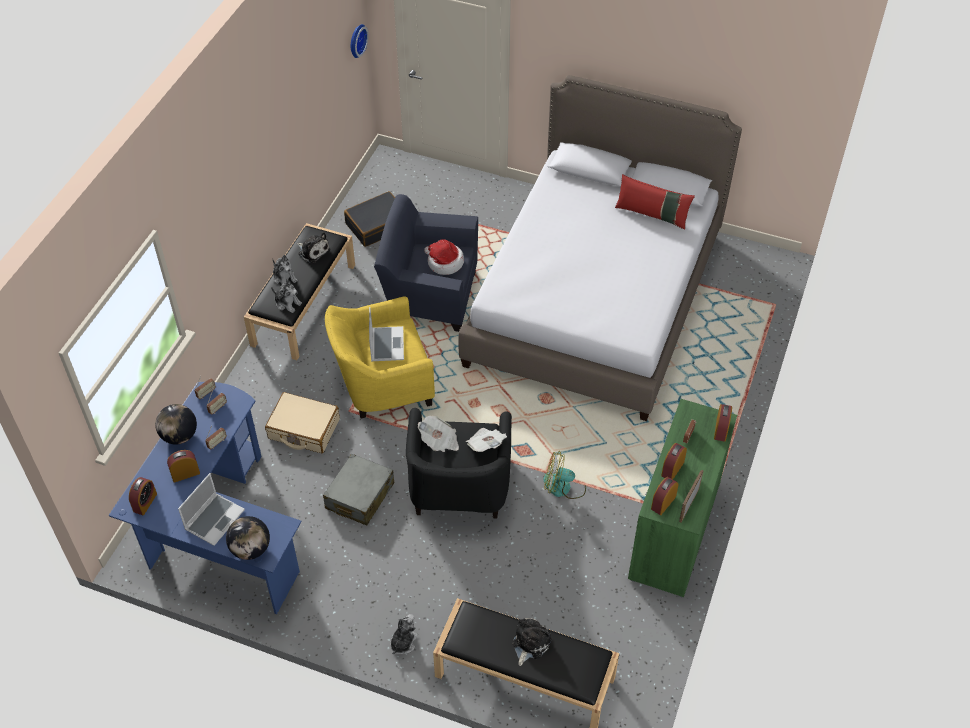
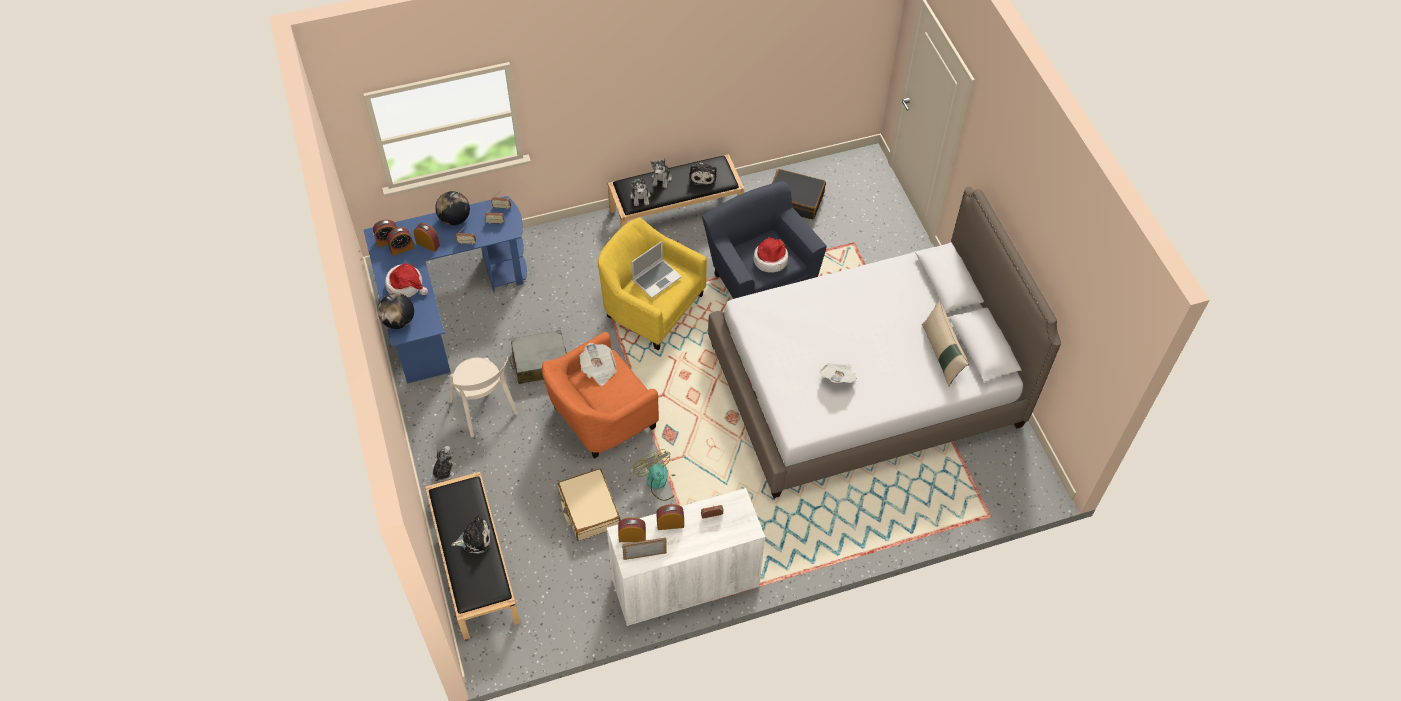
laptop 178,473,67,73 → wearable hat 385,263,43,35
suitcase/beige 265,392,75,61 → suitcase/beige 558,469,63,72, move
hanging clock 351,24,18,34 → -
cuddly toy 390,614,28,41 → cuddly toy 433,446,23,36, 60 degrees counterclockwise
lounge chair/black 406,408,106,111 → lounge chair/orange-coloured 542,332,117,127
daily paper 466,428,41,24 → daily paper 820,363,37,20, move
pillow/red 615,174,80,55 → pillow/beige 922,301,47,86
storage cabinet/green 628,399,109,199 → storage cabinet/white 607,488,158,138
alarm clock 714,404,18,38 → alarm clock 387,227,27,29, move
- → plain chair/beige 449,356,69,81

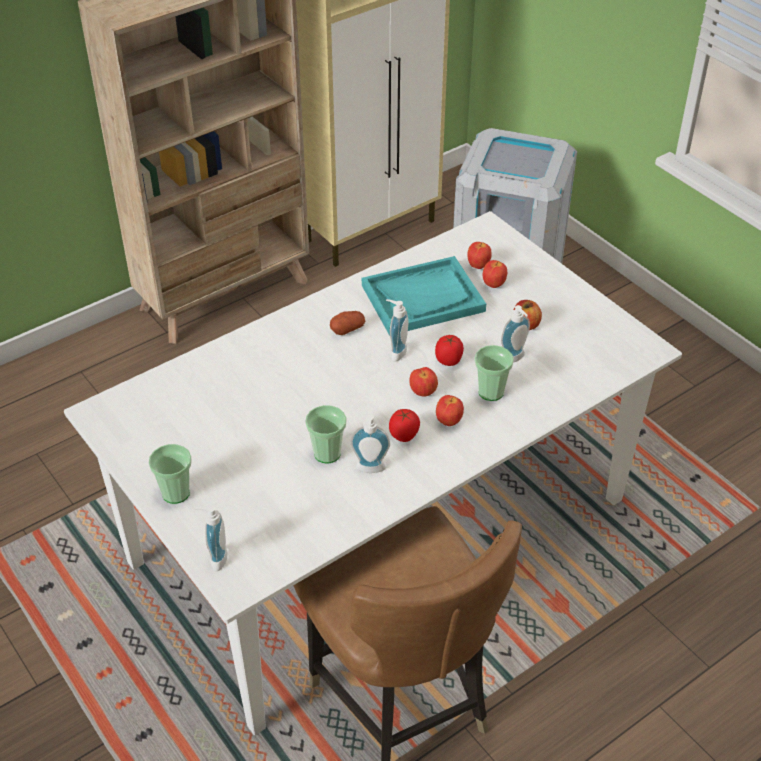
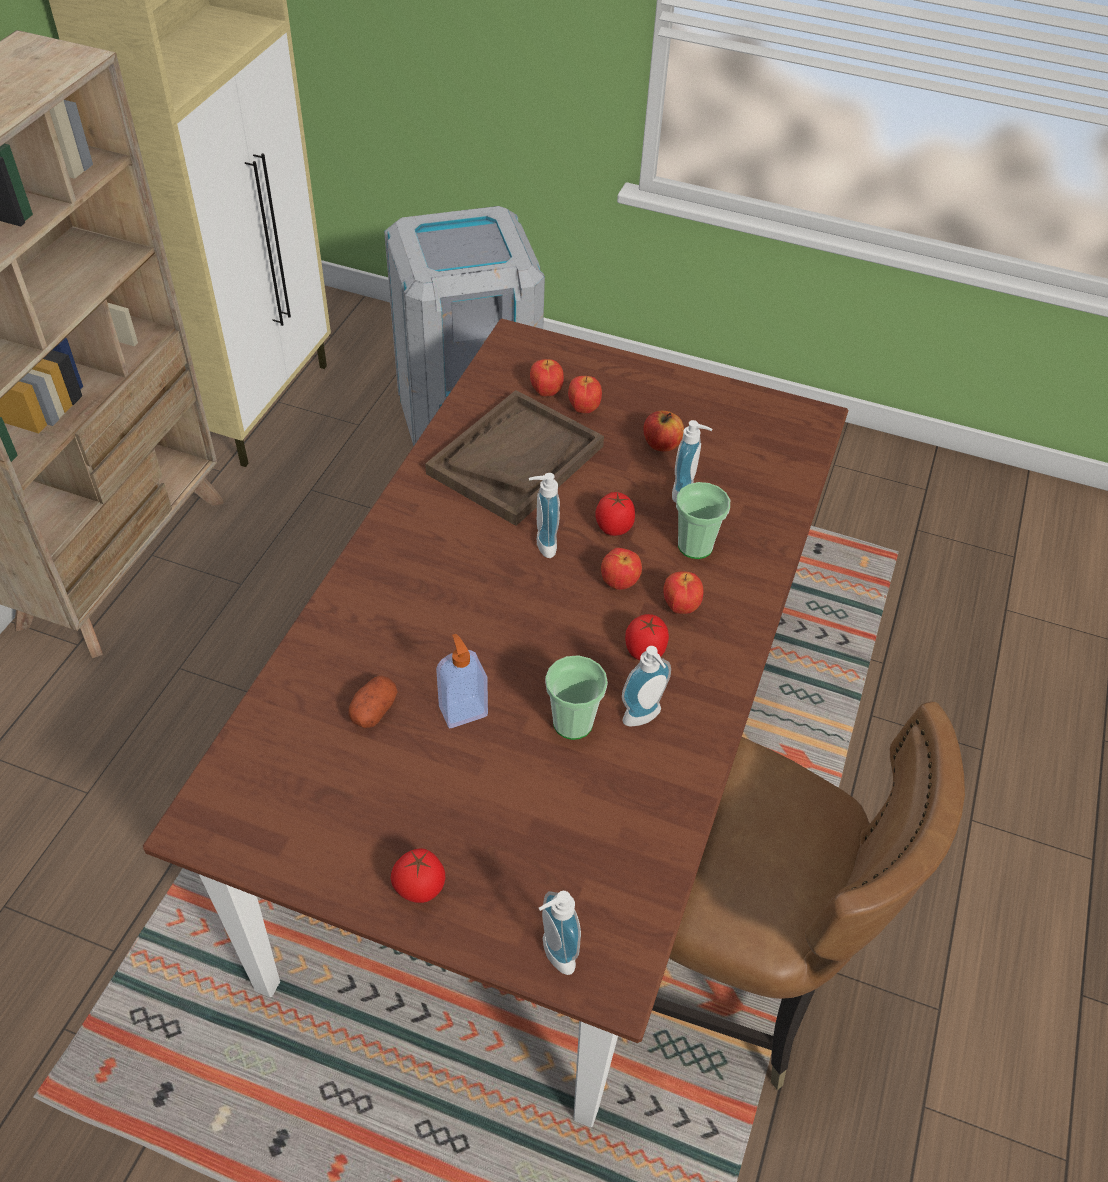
kitchen table/white 64,211,618,524 → kitchen table/brown-coloured 143,319,706,809
drinking cup 149,444,43,60 → fresh tomato 391,848,54,55
potato 330,311,35,24 → potato 348,675,50,53, move
serving tray/turquoise-coloured 362,256,124,80 → serving tray/brown-coloured 425,390,179,136
- → soap bottle 436,634,52,94

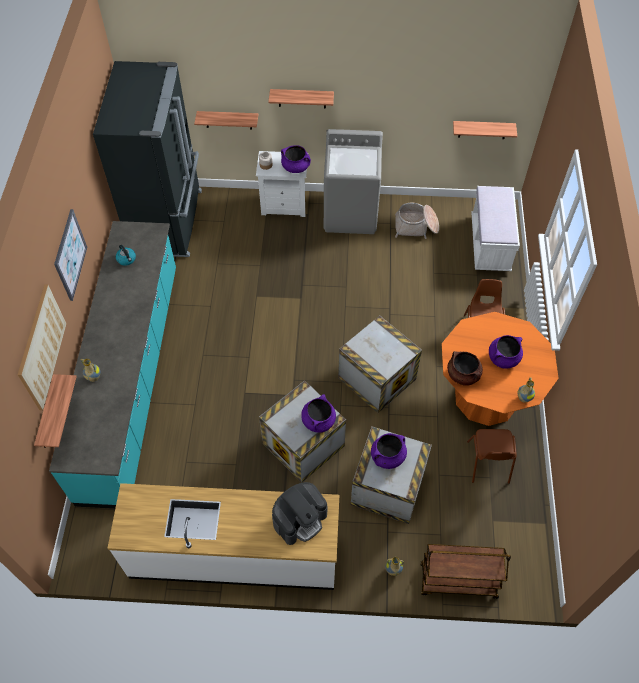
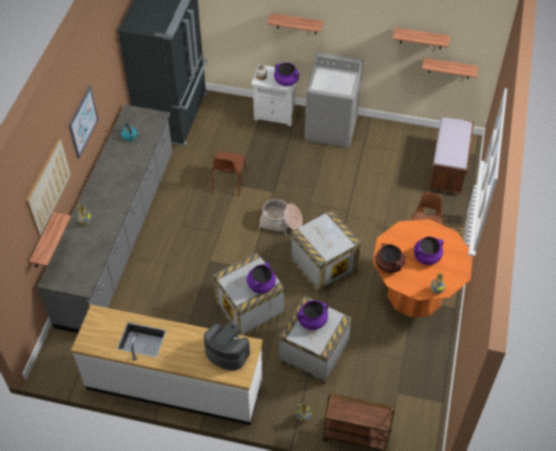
kitchen counter/turquoise-coloured 49,221,127,288 → kitchen counter/gray 37,105,136,228
wall shelf 194,111,64,18 → wall shelf 393,27,57,22, move
coffee maker 272,482,55,63 → coffee maker 204,323,46,48, 120 degrees counterclockwise
household basket 395,203,44,36 → household basket 258,199,45,36, move
plain chair/brown-coloured 467,429,49,55 → plain chair/brown-coloured 212,151,35,45, move
bench/white 471,186,49,85 → bench/brown-coloured 429,117,45,77

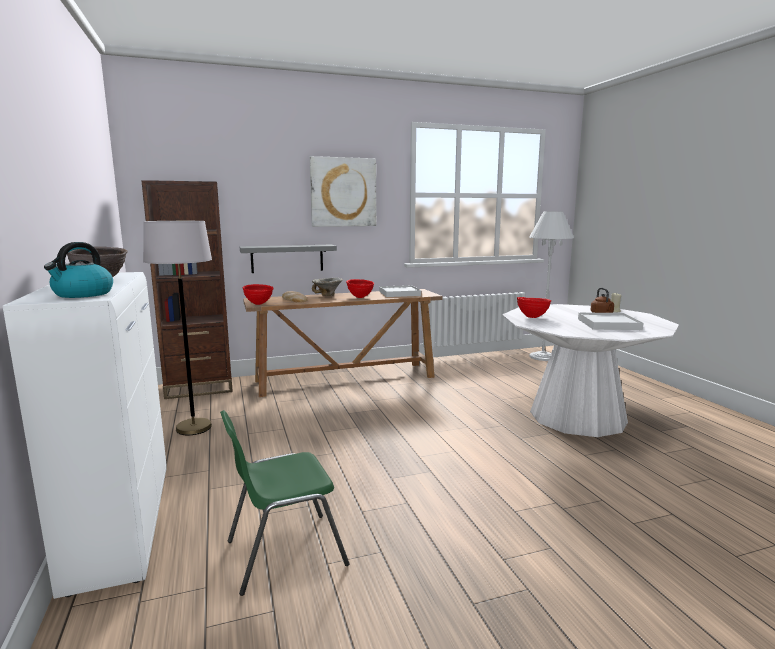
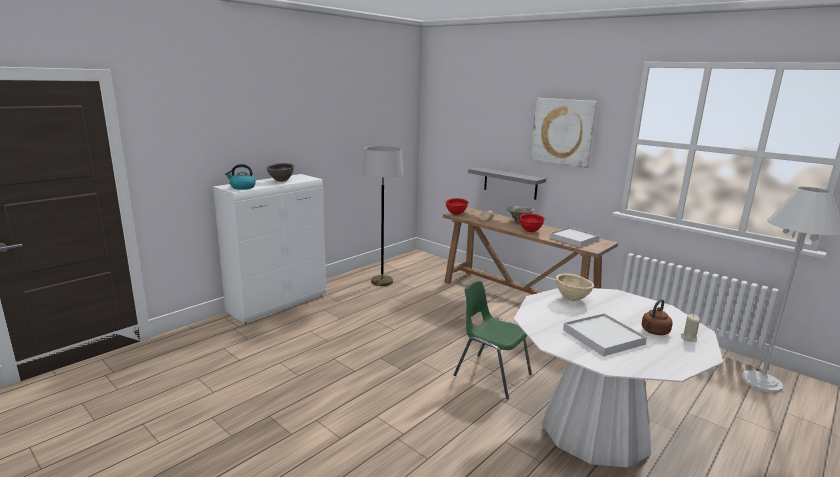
shelving unit/brown-coloured 141,180,92,219 → -
plain chair/green 220,410,129,186 → plain chair/green 454,281,78,118, move
bowl/red 517,297,34,21 → bowl/beige 556,273,38,28

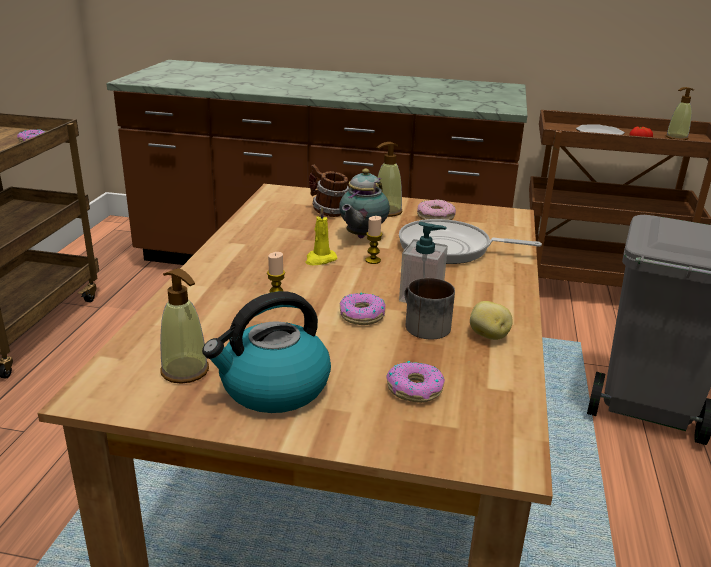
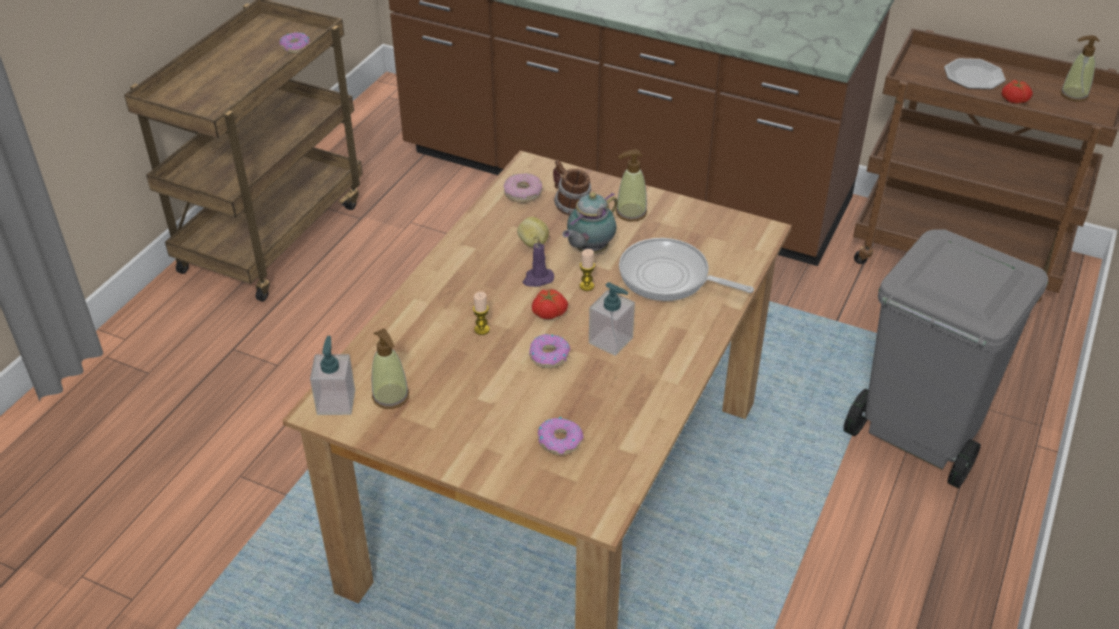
kettle 202,291,129,122 → -
wax light/yellowish 305,207,32,58 → wax light/purple-coloured 523,237,31,50
mug 404,278,51,62 → -
doughnut 417,200,39,20 → doughnut 503,173,39,30, move
potato 470,301,43,39 → potato 517,217,32,30, move
- → soap bottle 310,336,45,79
- → fresh tomato 532,289,36,30

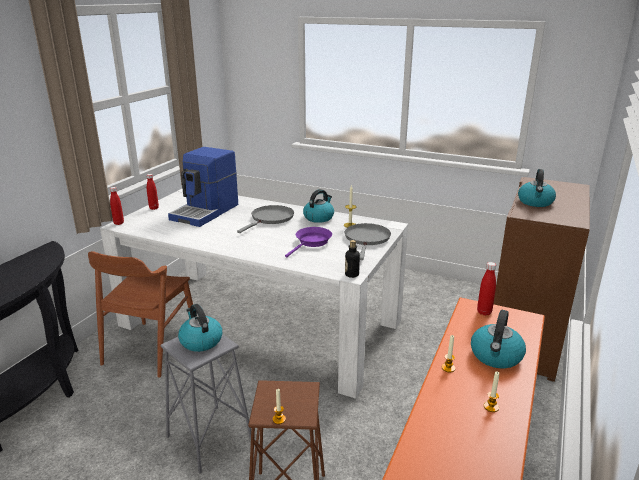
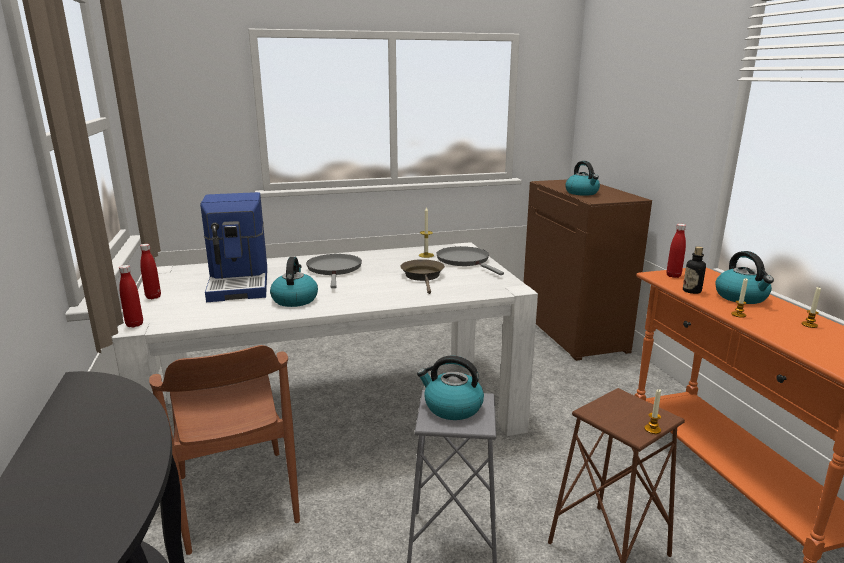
skillet/purple-coloured 285,227,47,31 → skillet/brown-coloured 400,259,45,35
kettle 303,189,31,34 → kettle 270,257,48,50, move
drink bottle 345,240,15,38 → drink bottle 683,246,23,48, move

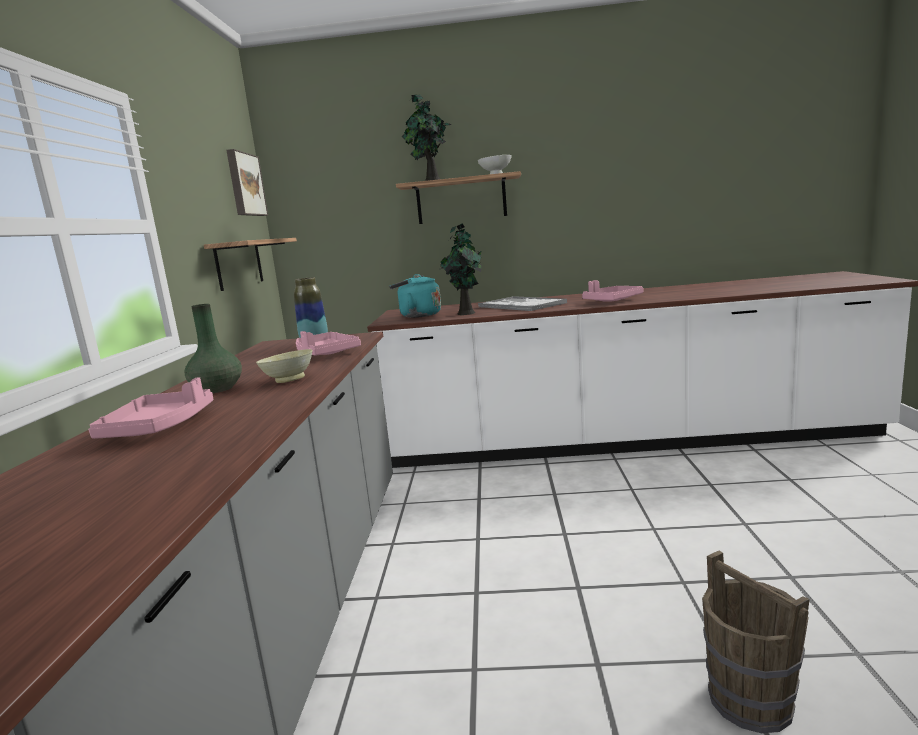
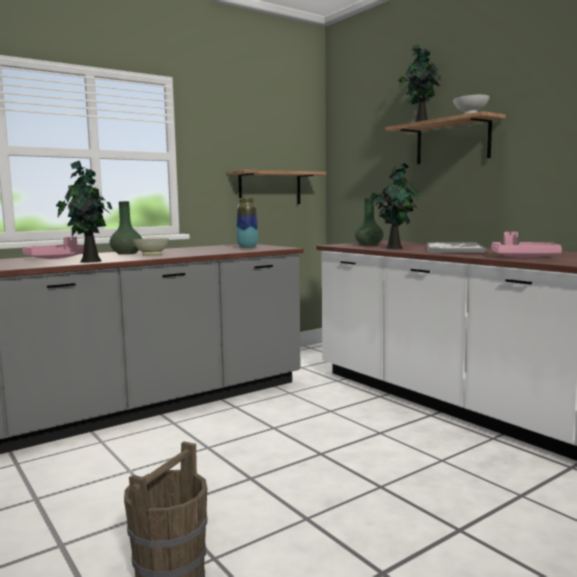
wall picture 226,149,42,67 → -
serving tray/pink-coloured 296,331,65,25 → -
kettle/turquoise-coloured 389,274,52,44 → vase/green 355,198,28,48
- → houseplant 56,161,56,102

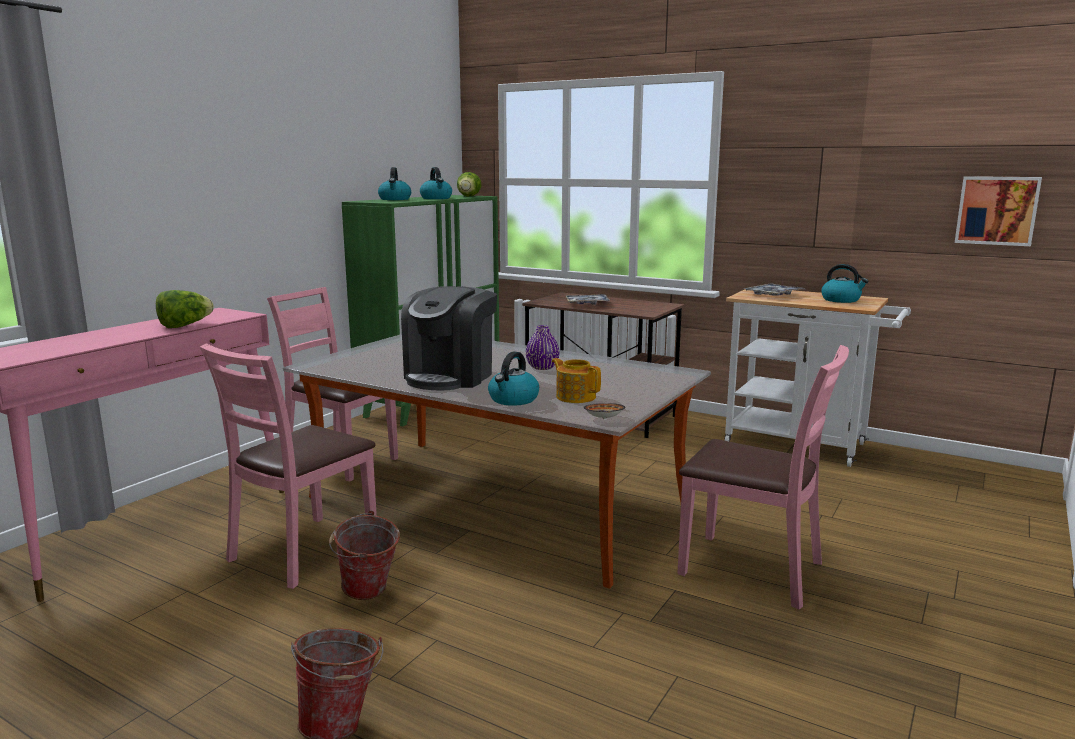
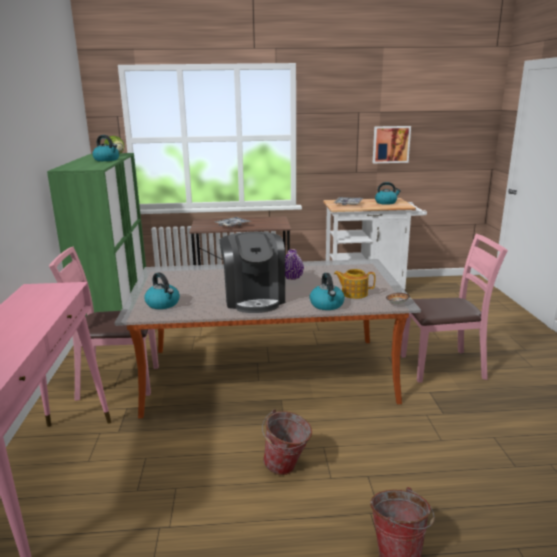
lettuce 156,290,58,38 → -
plain chair/pink-coloured 200,343,177,246 → -
kettle 378,167,33,33 → kettle 144,272,36,37, move
wall picture 955,176,87,70 → wall picture 373,126,38,37, move

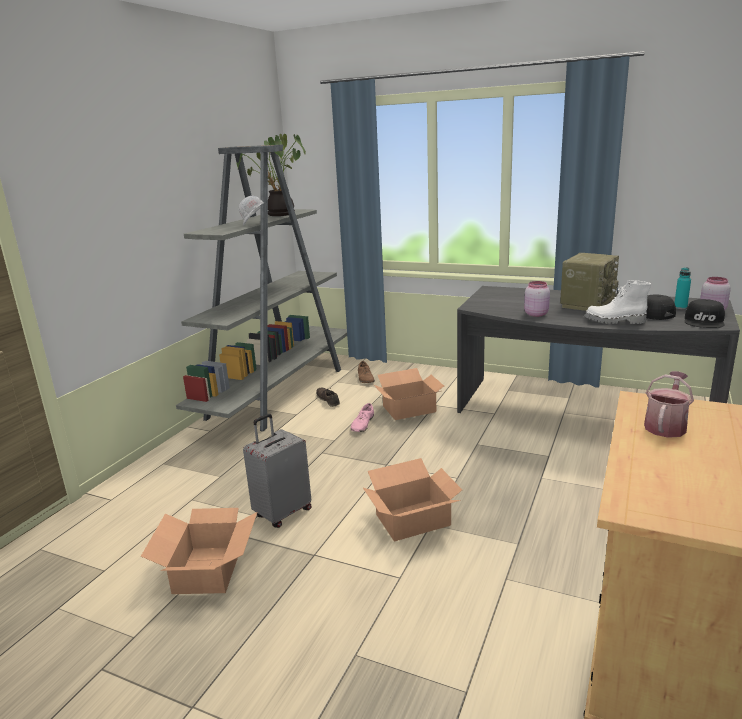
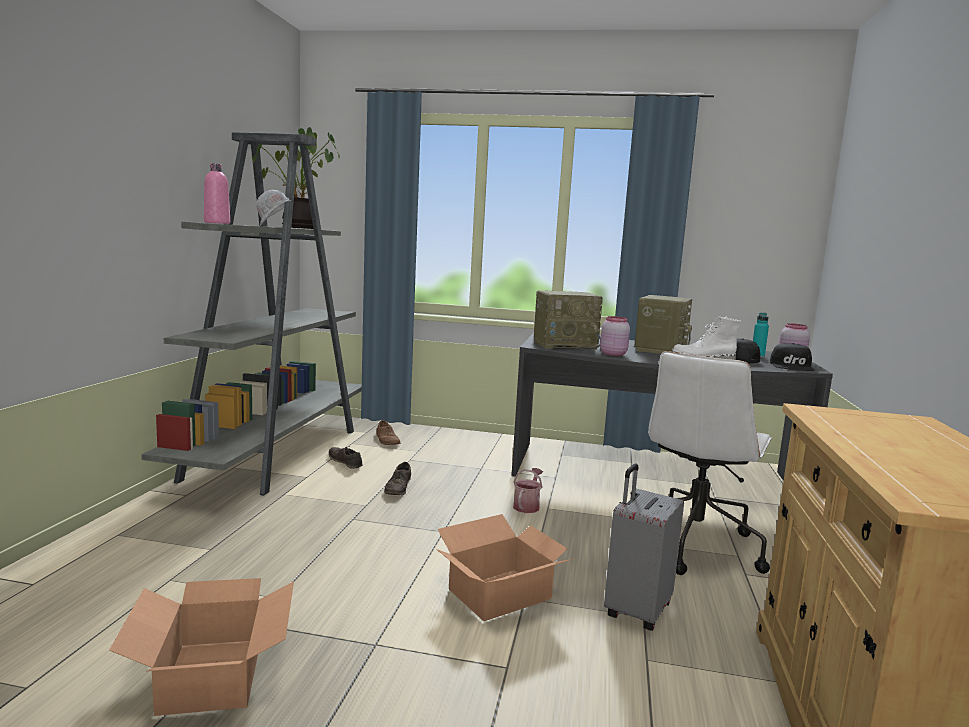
suitcase/gray 243,414,69,114 → suitcase/gray 604,463,80,168, move
low shoe/pink-coloured 351,403,23,29 → low shoe/brown-coloured 384,462,27,33
packing box 374,368,70,52 → -
watering pot 644,371,50,67 → watering pot 513,468,30,45, move
- → drink bottle/pink-coloured 204,163,26,61
- → radio receiver 534,290,69,60
- → computer chair/white 648,351,124,224

